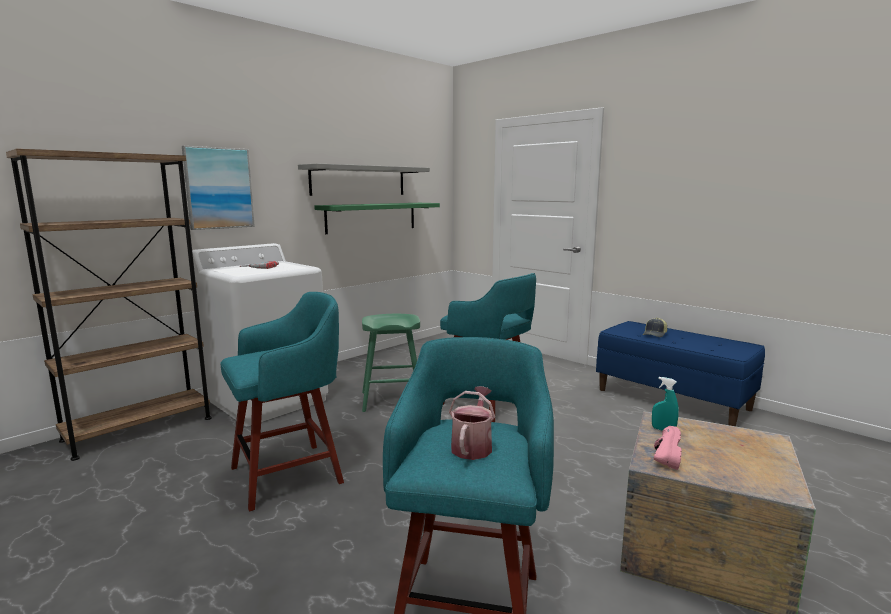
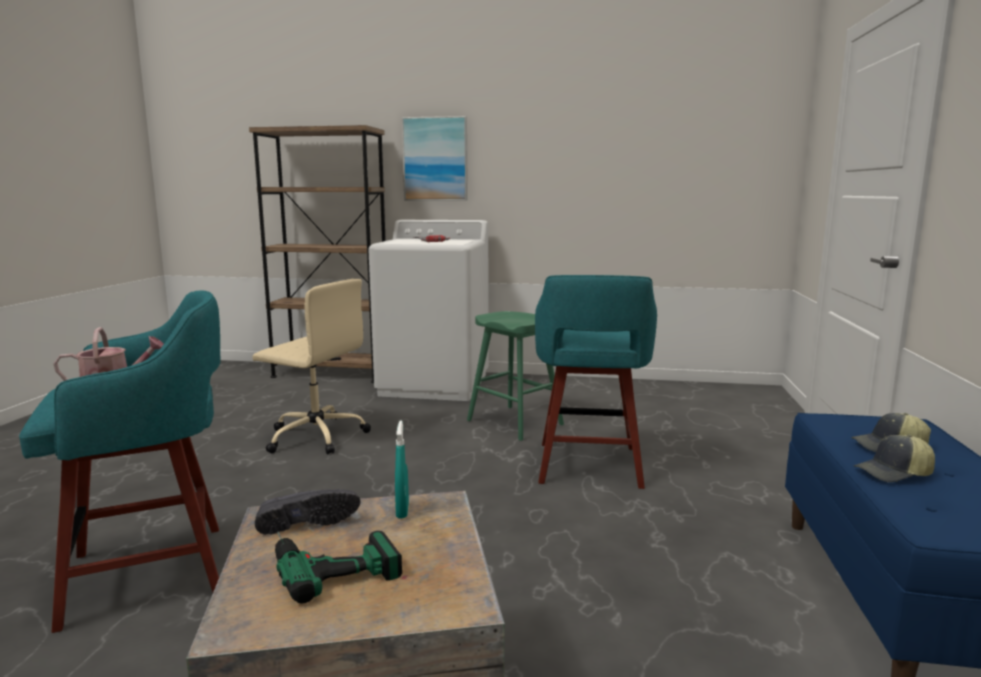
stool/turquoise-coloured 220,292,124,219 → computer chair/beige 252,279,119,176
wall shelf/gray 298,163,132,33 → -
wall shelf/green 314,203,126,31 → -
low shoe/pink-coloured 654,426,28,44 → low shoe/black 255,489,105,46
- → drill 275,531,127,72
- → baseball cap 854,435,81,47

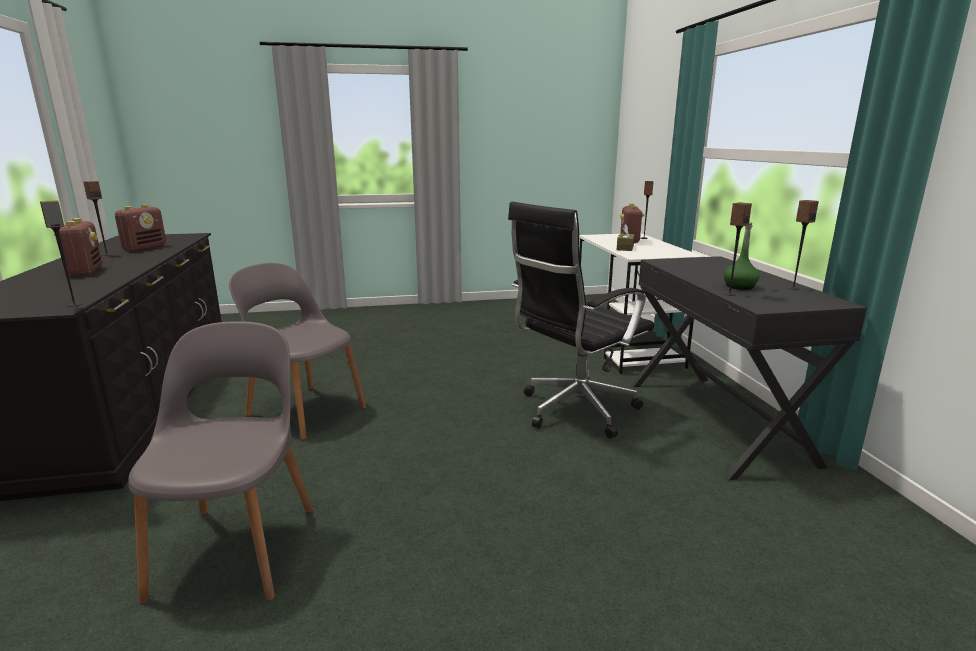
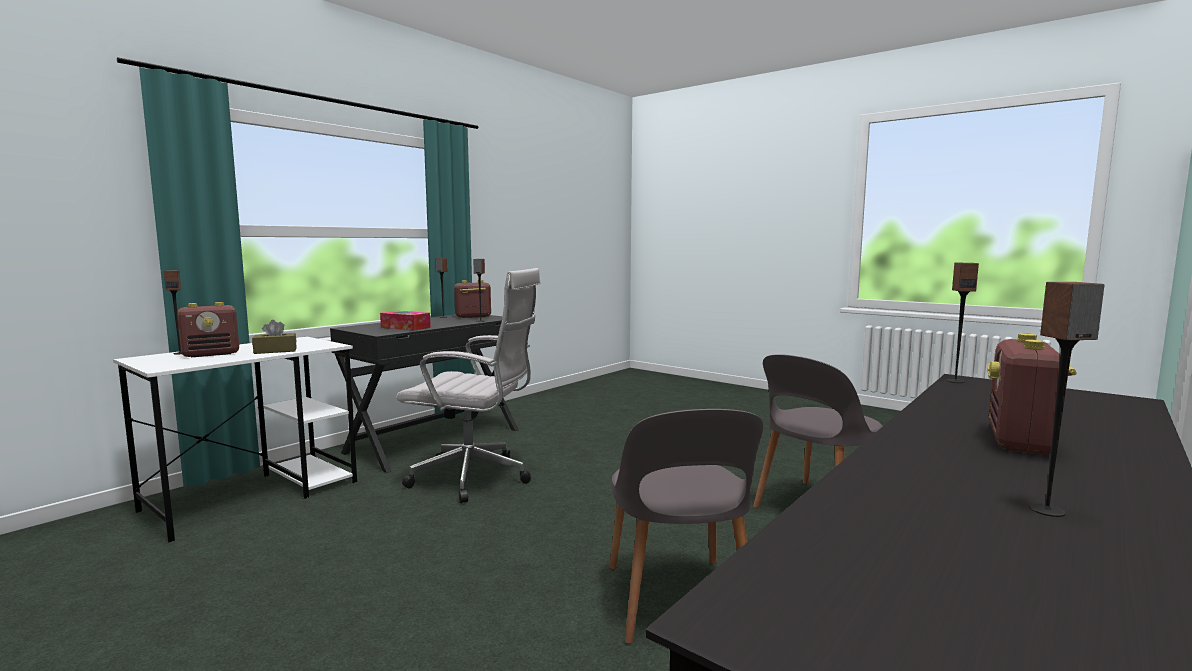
radio receiver 115,204,51,47 → radio receiver 454,280,37,38, move
computer chair/black 508,202,146,237 → computer chair/white 396,268,145,235
drink bottle/green 723,222,37,68 → -
- → tissue box 380,311,51,20

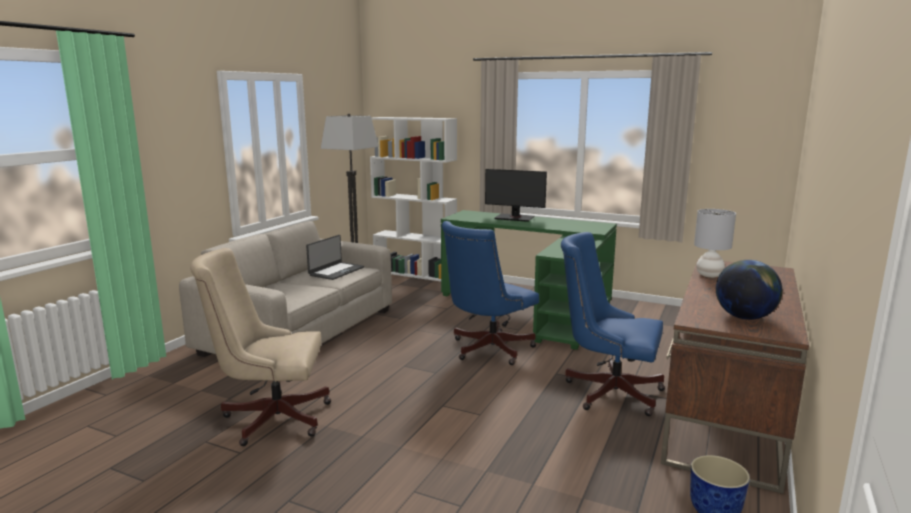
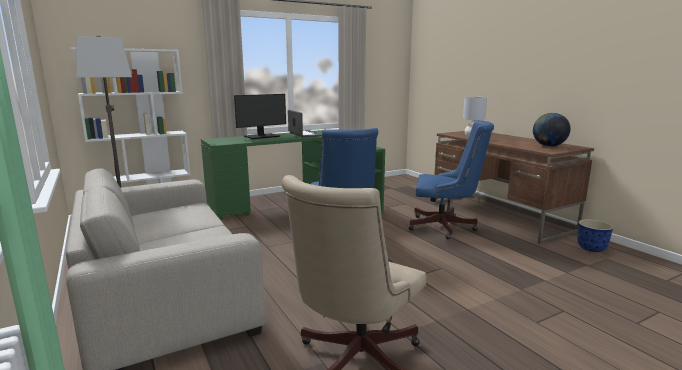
laptop 306,235,58,45 → laptop 288,110,34,28, move
computer chair/bluish 561,232,104,184 → computer chair/bluish 408,120,86,119, 135 degrees counterclockwise

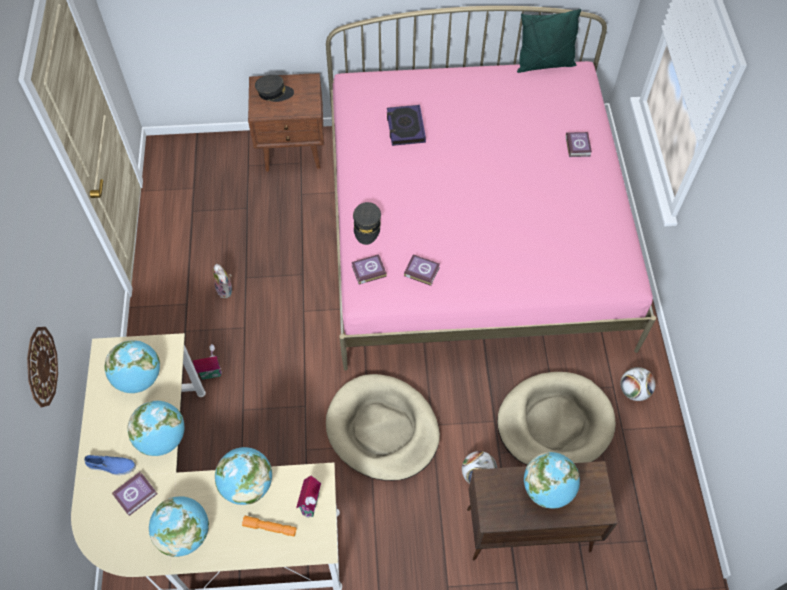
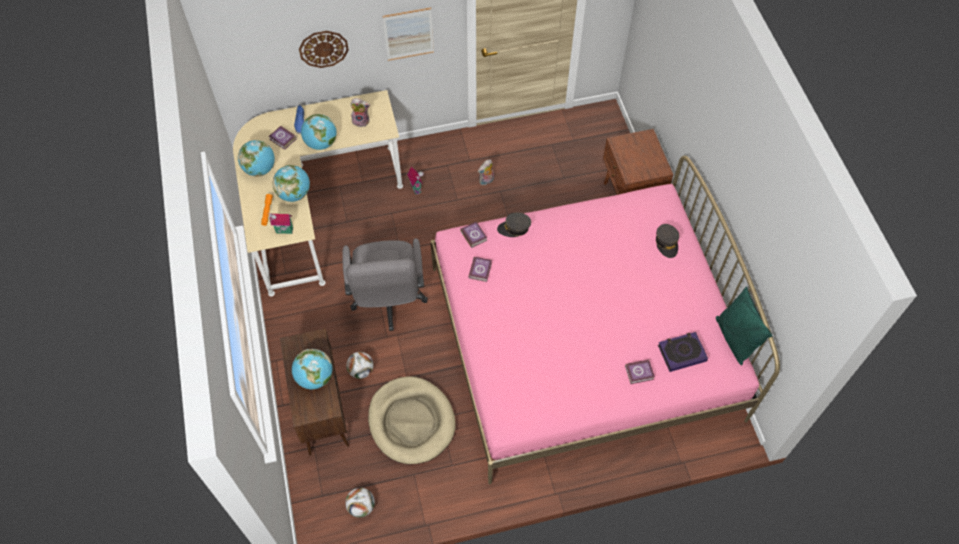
desk globe 104,340,56,53 → cuddly toy 350,98,20,29
baseball cap/gray 255,75,39,27 → baseball cap/gray 656,224,23,34, move
dog bed/beige 326,374,114,107 → computer chair/gray 342,238,86,93
volume 387,105,39,41 → volume 658,332,50,40, move
football ball 621,367,34,34 → football ball 345,488,30,30, move
- → wall picture 383,8,51,53

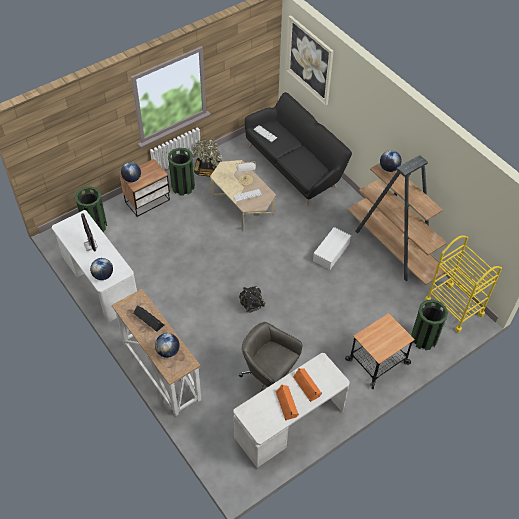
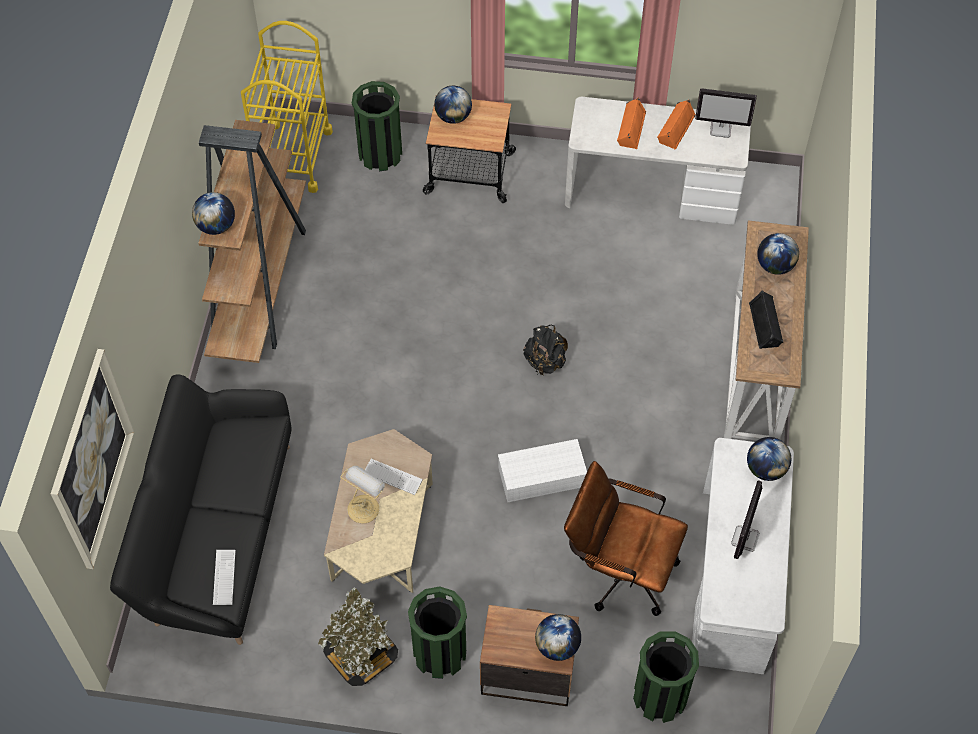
computer chair/gray 239,322,63,70 → -
storage box/white 313,227,38,43 → storage box/white 498,439,89,63, move
- → desk globe 434,86,38,38
- → computer chair/brown-coloured 564,461,124,155
- → monitor 695,88,62,50

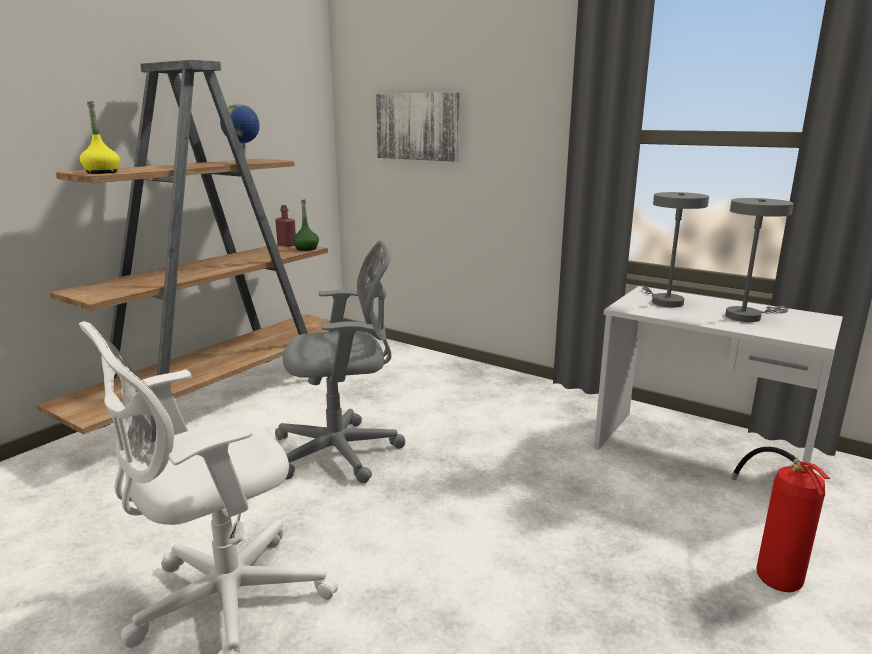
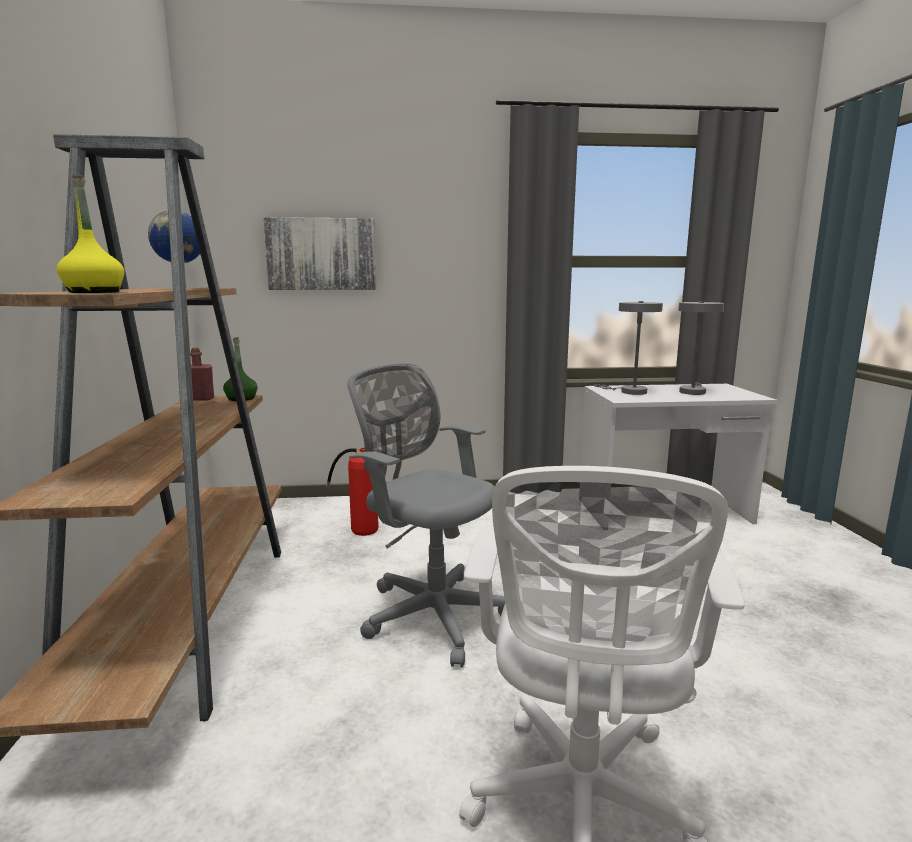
computer chair/gray 275,240,130,243 → computer chair/gray 347,363,158,304, 90 degrees counterclockwise
fire extinguisher 731,447,99,145 → fire extinguisher 327,447,52,89, move

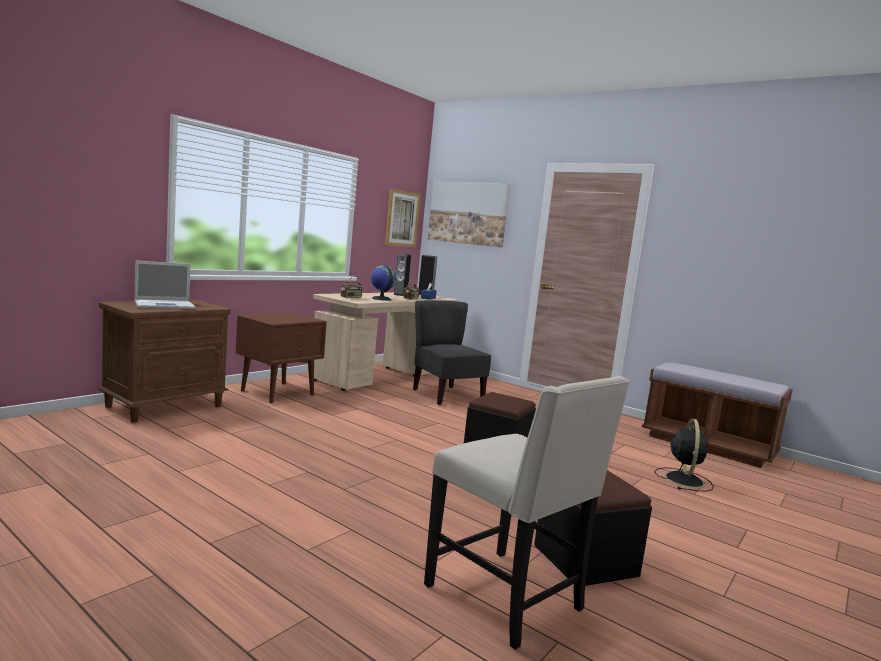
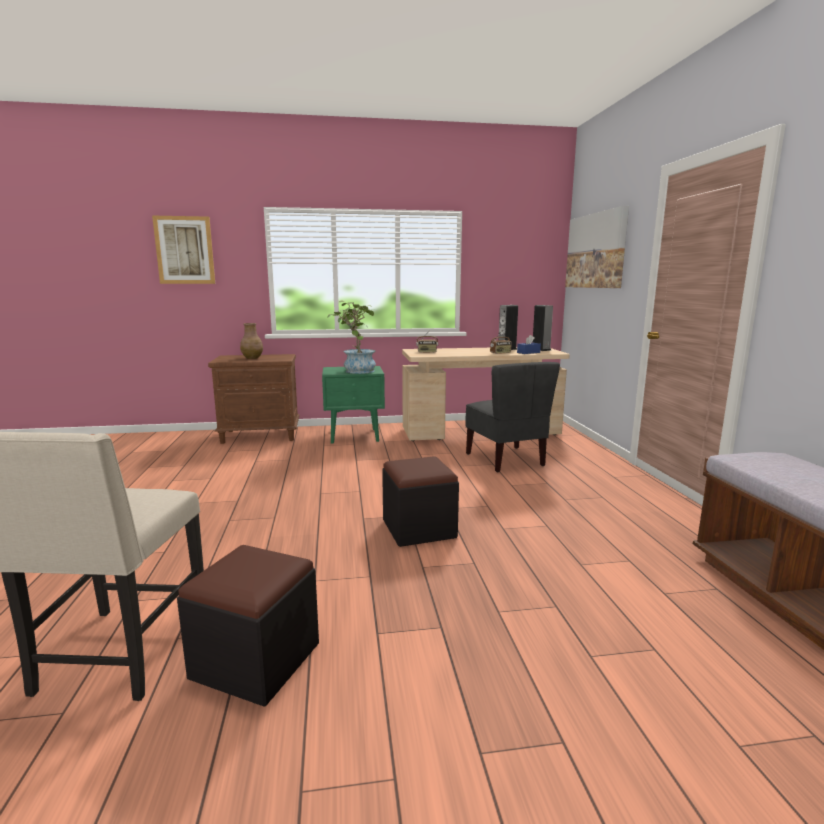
laptop 134,261,61,48 → vase/brown-coloured 240,323,23,36
night table/brown-coloured 236,312,91,91 → night table/green 322,366,63,78
desk globe 371,265,25,36 → -
wall picture 385,189,36,58 → wall picture 152,216,63,68, move
plain chair/gray 413,300,78,105 → plain chair/gray 466,362,94,110, 150 degrees clockwise
fan/black 655,419,59,73 → -
- → houseplant 327,301,51,73

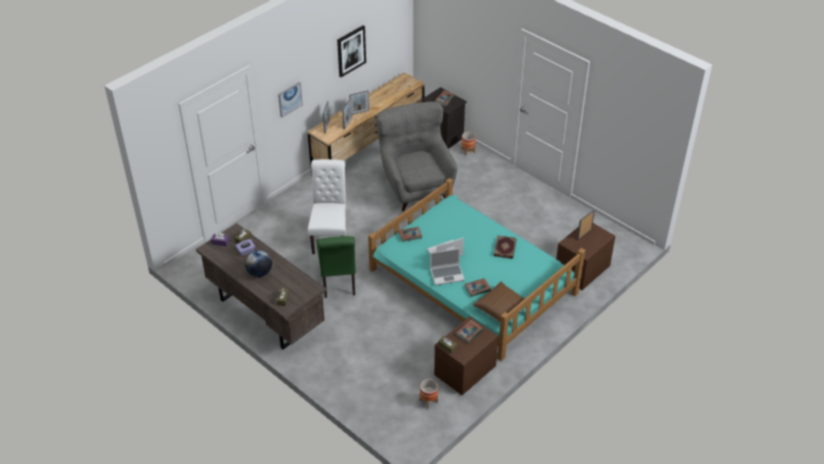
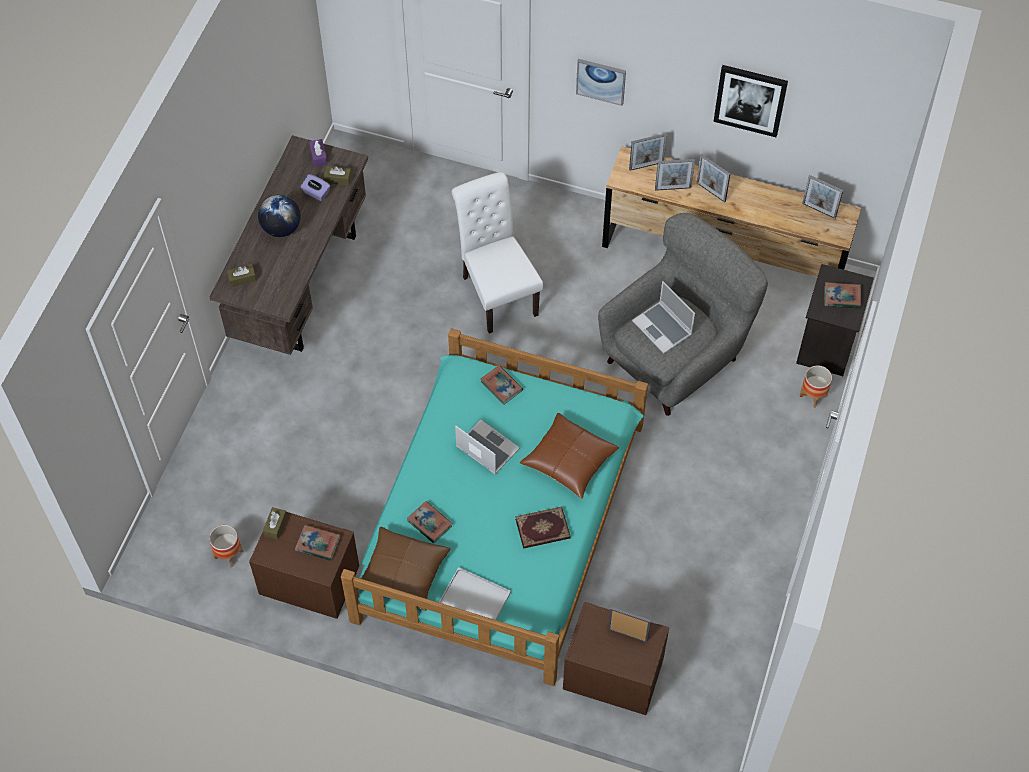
plain chair/white 308,159,38,95 → plain chair/white 452,172,91,161, 90 degrees counterclockwise
plain chair/green 316,236,40,62 → -
laptop 430,248,35,37 → laptop 632,281,63,73, move
- → serving tray/white 439,567,72,63
- → pillow/brown-coloured 520,413,99,86
- → picture frame 802,175,41,44

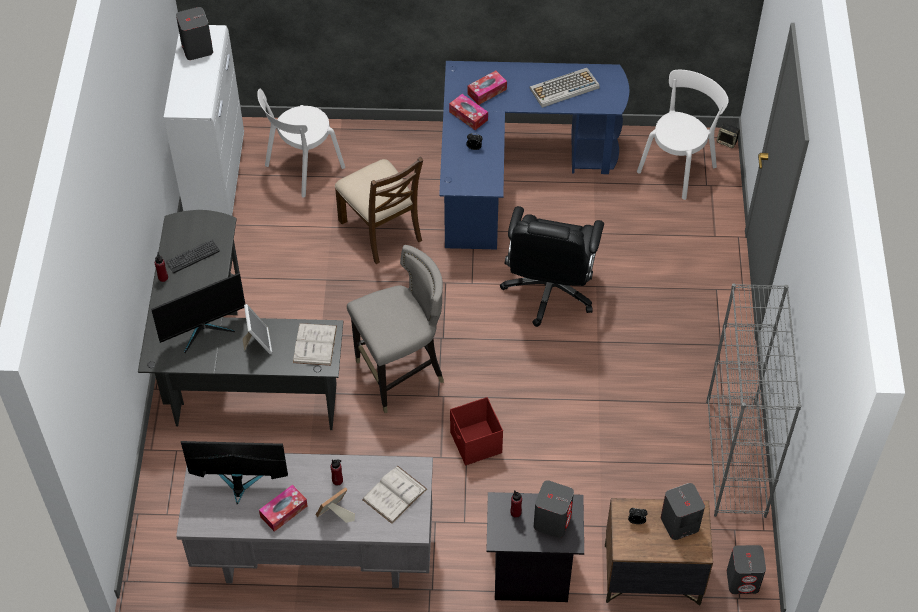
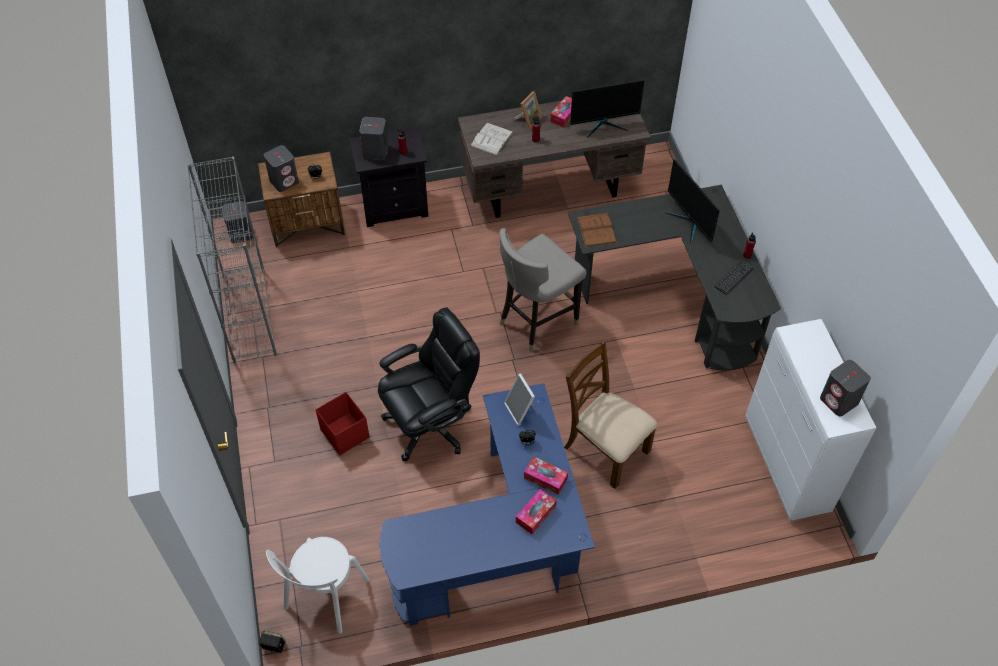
monitor 151,273,94,80 → monitor 666,159,54,84, 75 degrees counterclockwise
desk/gray 176,453,257,135 → desk/brown-coloured 458,101,193,117
picture frame 243,304,29,50 → picture frame 504,373,32,53, move
plain chair/white 257,89,88,109 → -
volume/white 293,323,44,43 → volume/brown-coloured 577,213,40,35
storage box/red 450,397,53,68 → storage box/red 316,392,54,63, move
computer chair/black 500,206,104,121 → computer chair/black 378,307,102,154, 60 degrees clockwise
keyboard 529,68,71,40 → -

